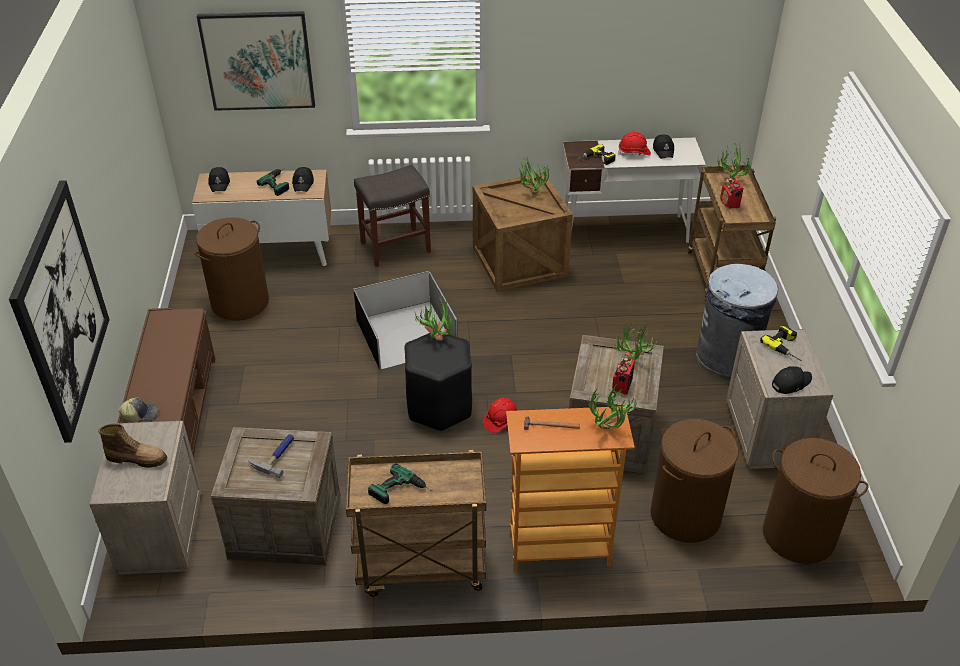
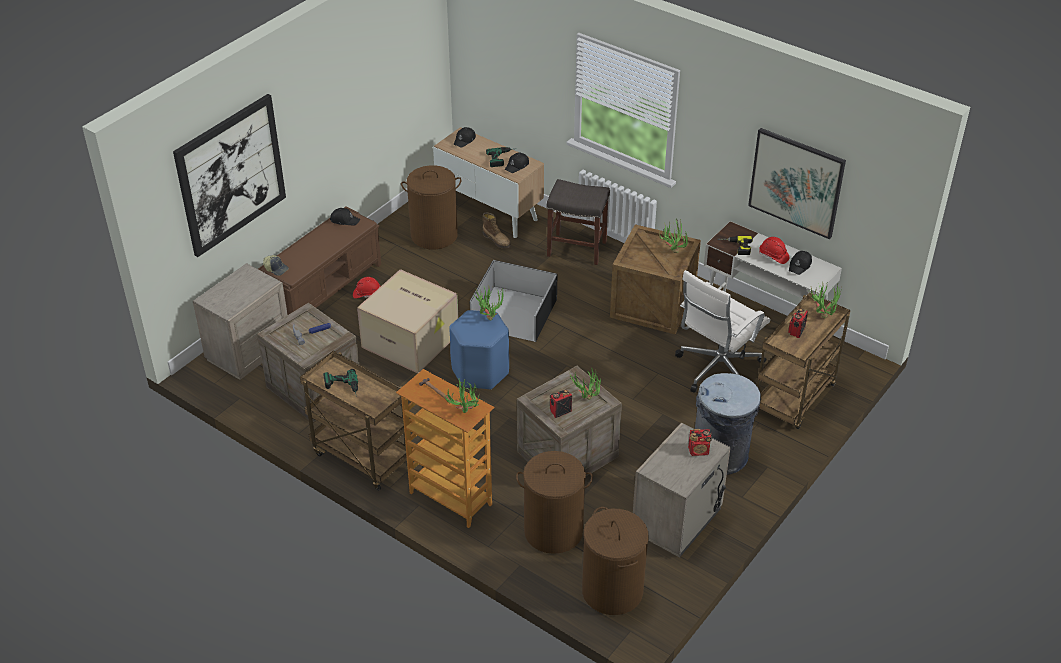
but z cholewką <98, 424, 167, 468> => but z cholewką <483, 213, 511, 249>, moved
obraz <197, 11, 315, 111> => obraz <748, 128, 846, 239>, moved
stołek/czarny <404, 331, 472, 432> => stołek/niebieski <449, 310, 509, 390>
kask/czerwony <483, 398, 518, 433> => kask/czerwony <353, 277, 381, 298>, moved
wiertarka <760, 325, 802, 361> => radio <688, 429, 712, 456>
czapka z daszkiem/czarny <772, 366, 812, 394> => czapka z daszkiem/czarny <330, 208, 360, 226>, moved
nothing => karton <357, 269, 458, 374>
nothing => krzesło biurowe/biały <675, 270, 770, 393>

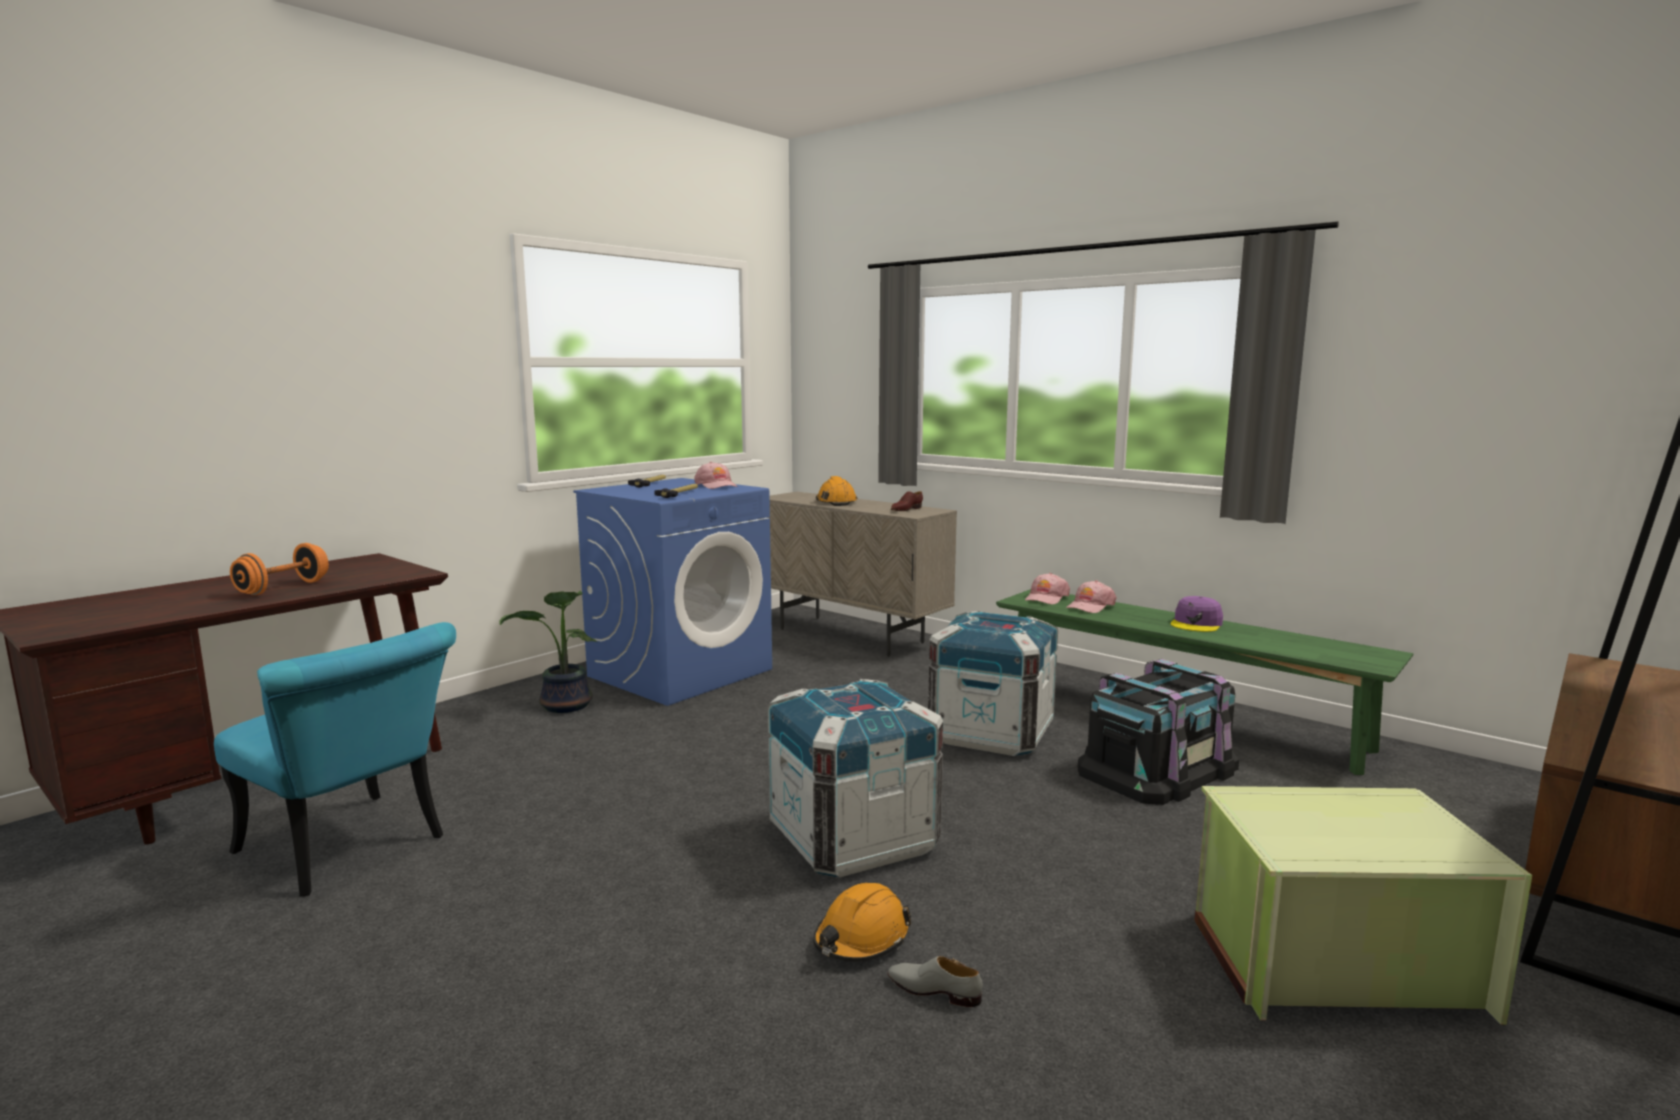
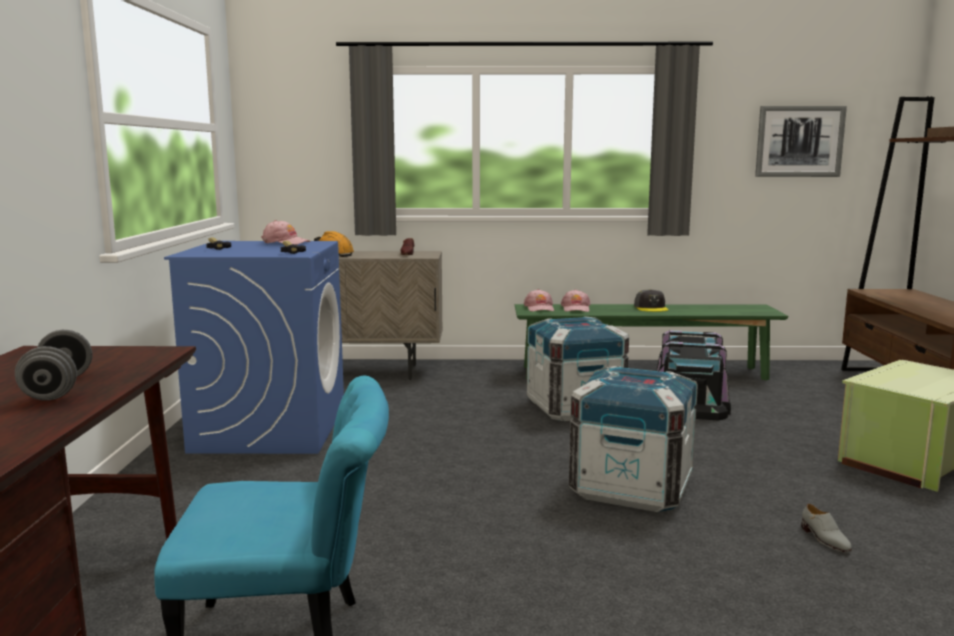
hantel/pomarańczowy <230, 543, 329, 595> => hantel/szary <15, 330, 92, 401>
roślina doniczkowa <499, 590, 597, 713> => nothing
kask/pomarańczowy <813, 883, 912, 962> => nothing
but/szary <888, 956, 983, 1007> => but/szary <801, 504, 852, 552>, 90 degrees counterclockwise
czapka z daszkiem/fioletowy <1171, 596, 1223, 632> => czapka z daszkiem/szary <634, 289, 669, 312>
nothing => obraz <755, 106, 847, 177>

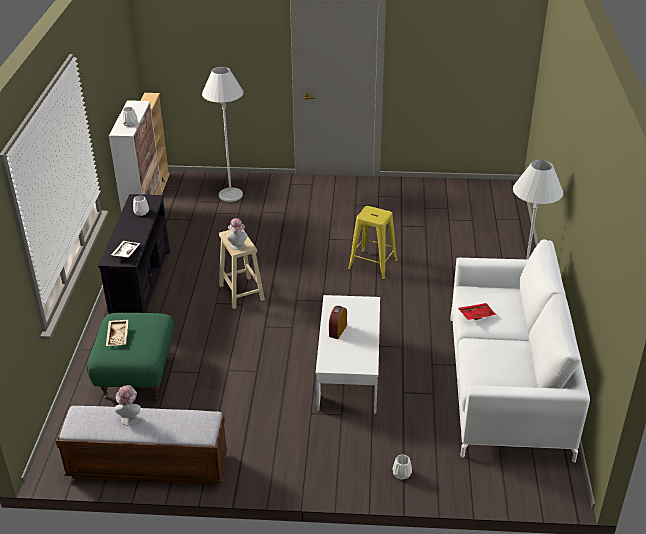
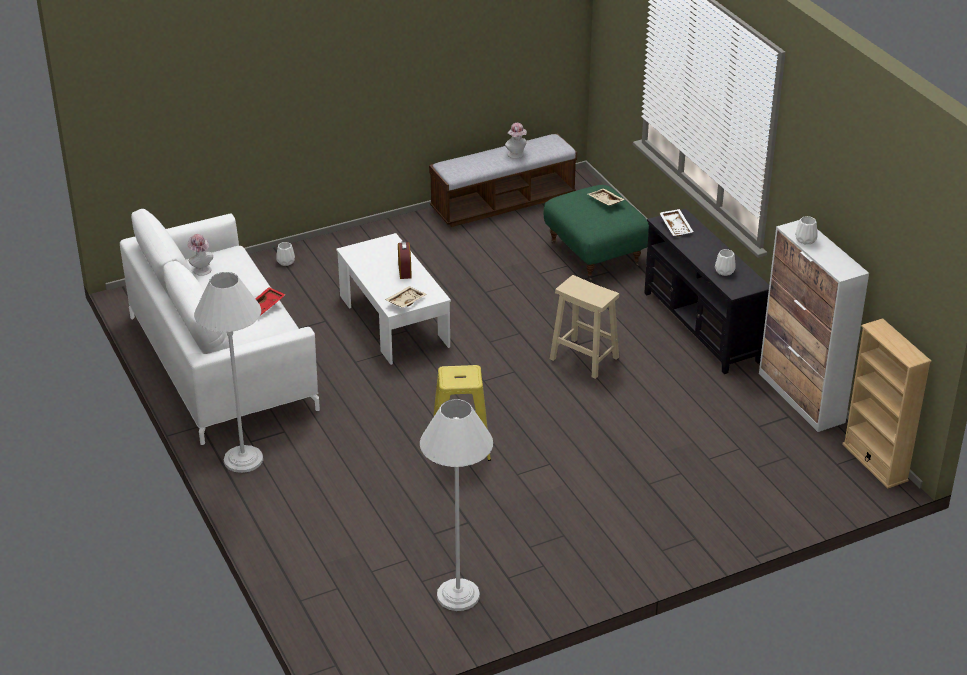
lampa stojąca/biały <202, 67, 243, 202> => lampa stojąca/biały <420, 399, 493, 611>, moved
kapelusz <227, 218, 247, 250> => kapelusz <187, 234, 213, 276>, moved
nothing => taca/beżowy <385, 286, 427, 308>

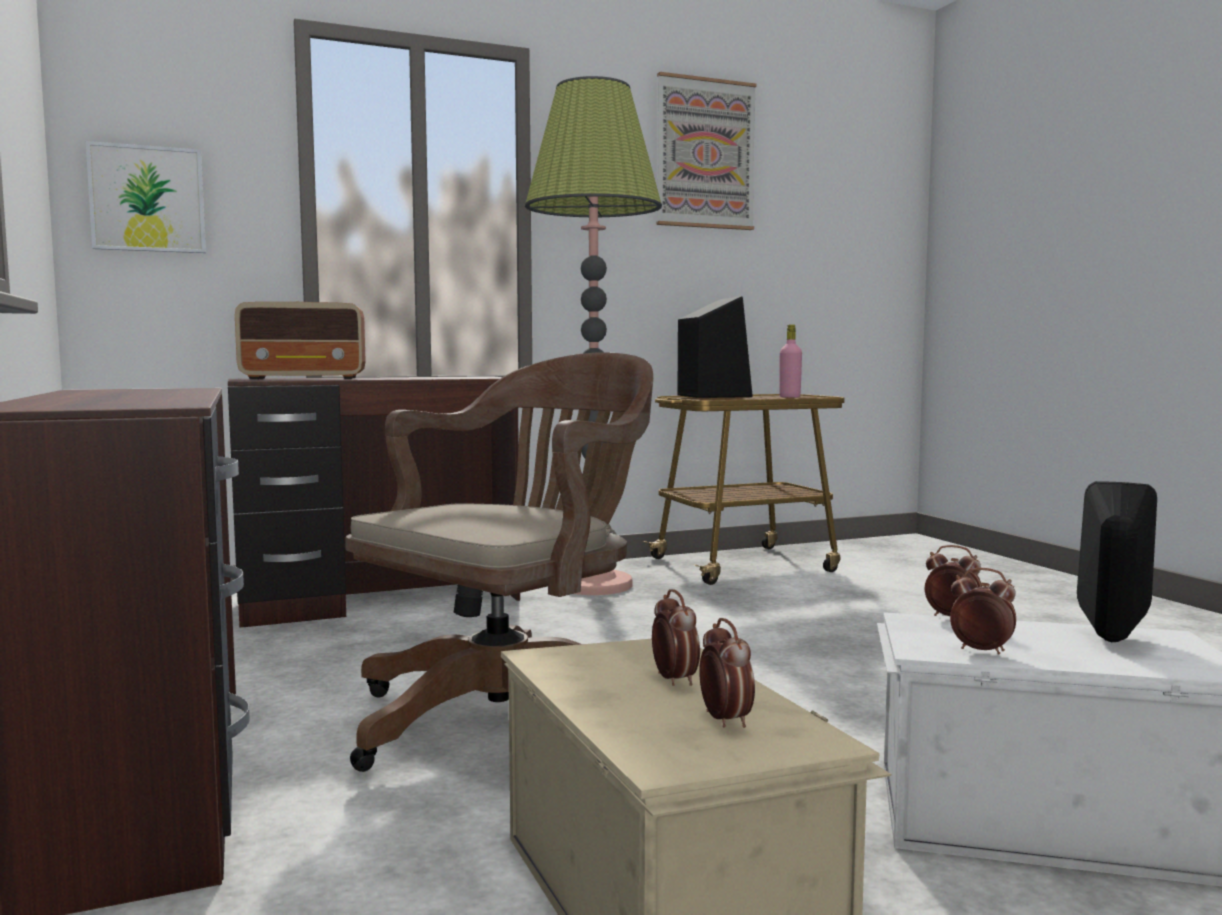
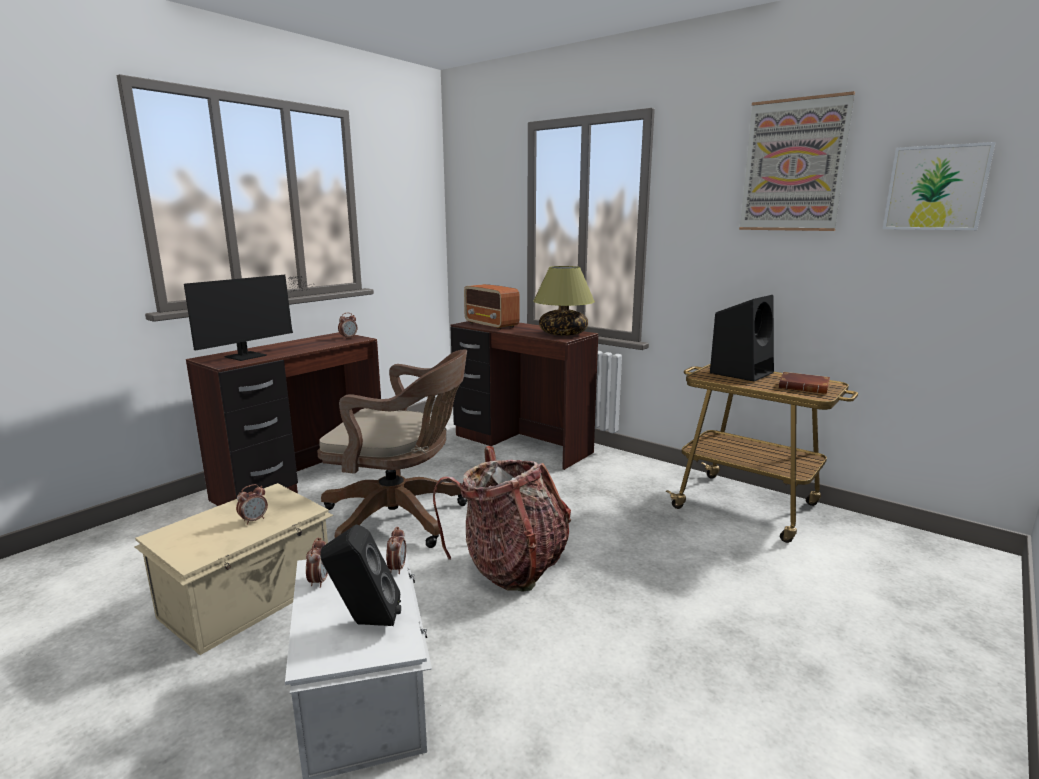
obraz <86, 141, 206, 253> => obraz <883, 142, 996, 230>, moved
lampa stojąca <525, 76, 662, 595> => nothing
budzik <699, 618, 755, 728> => budzik <338, 313, 357, 339>, moved
butelka/różowy <779, 325, 802, 398> => książka/brązowy <779, 372, 830, 394>
nothing => monitor <184, 275, 313, 361>
nothing => plecak <433, 446, 571, 592>
nothing => lampa stołowa <533, 266, 595, 336>

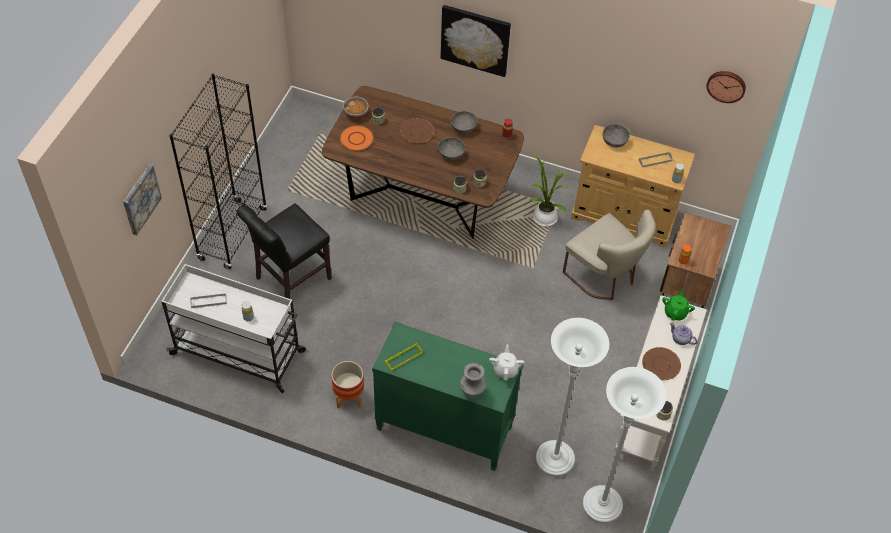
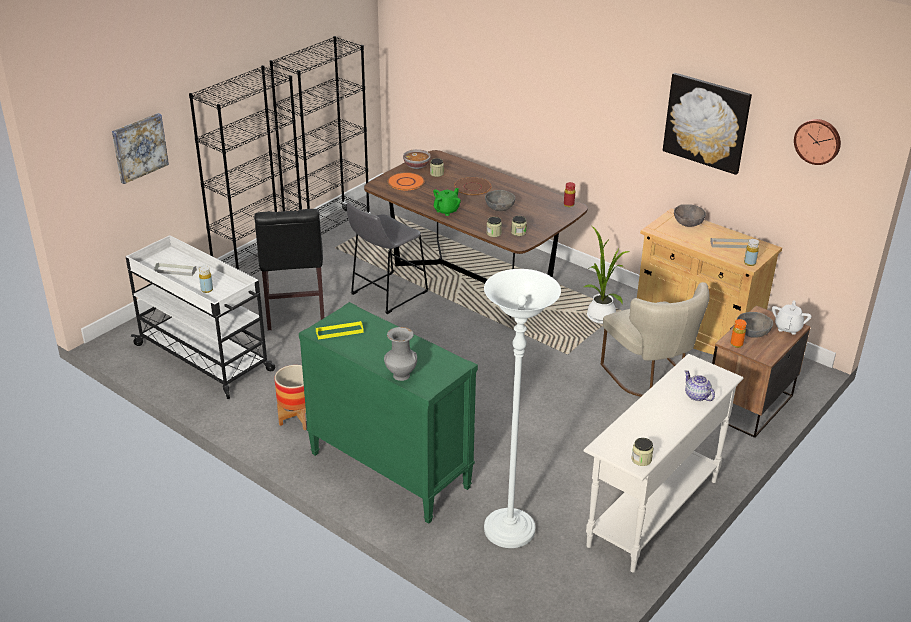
krzesło/czarny <237, 203, 332, 299> => krzesło/czarny <254, 209, 324, 330>, 75 degrees counterclockwise
obraz <441, 5, 511, 77> => obraz <663, 73, 752, 175>, moved
miska/szary <450, 111, 477, 134> => miska/szary <737, 312, 773, 338>, moved
imbryk/biały <489, 344, 525, 380> => imbryk/biały <772, 300, 812, 335>, moved
lampa stojąca/biały <583, 367, 666, 524> => nothing
talerz/brązowy <642, 347, 681, 380> => nothing
imbryk/zielony <662, 289, 695, 321> => imbryk/zielony <433, 188, 461, 216>, moved
nothing => regał/czarny <270, 36, 371, 235>
nothing => stołek/szary <347, 203, 429, 314>

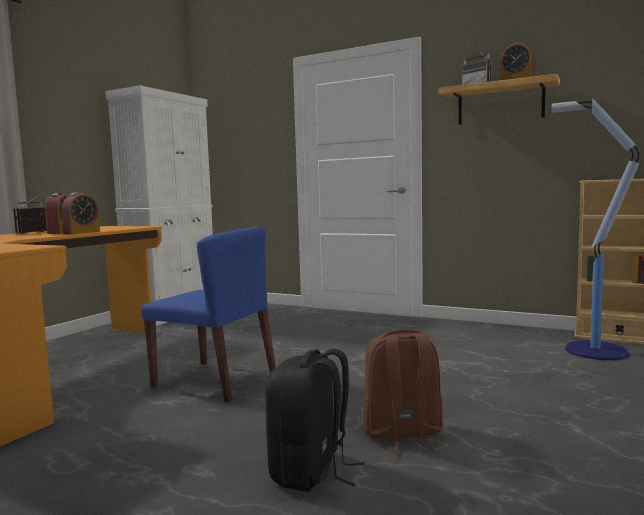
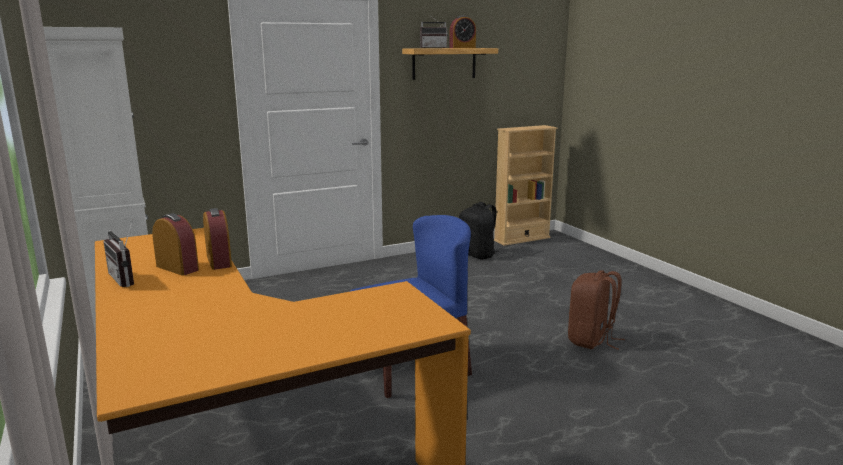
plecak/czarny <265, 349, 364, 492> => plecak/czarny <459, 202, 497, 259>, moved
lampa stojąca <551, 98, 640, 360> => nothing

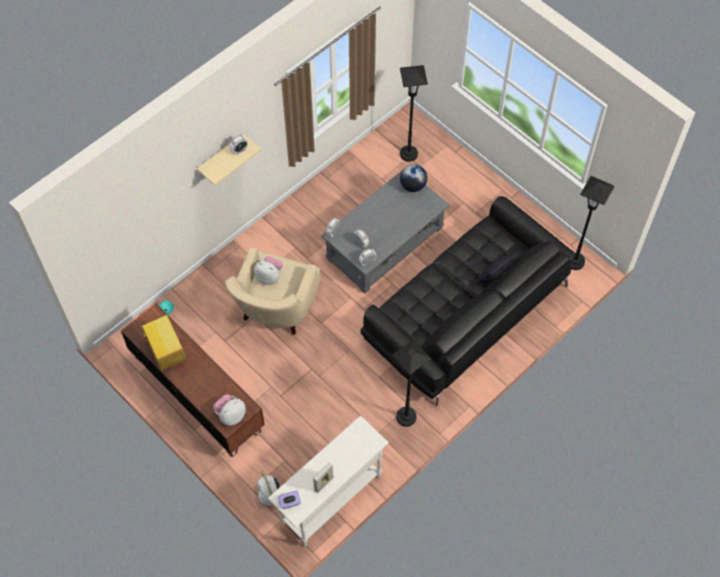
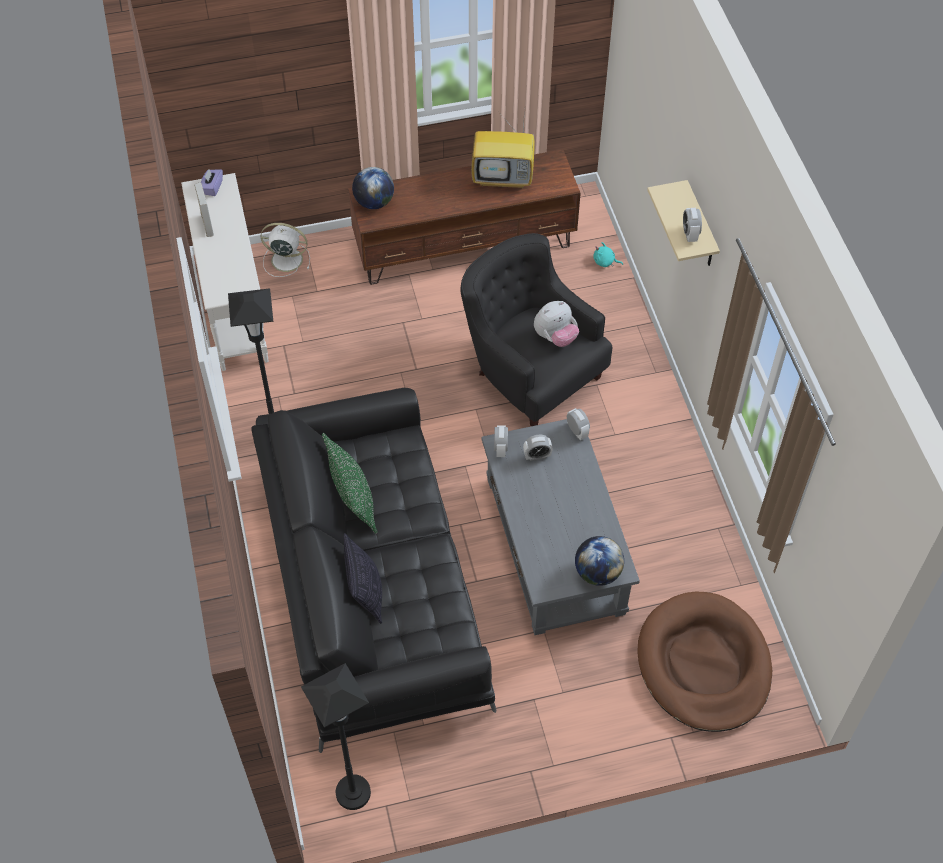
pluszak <213, 394, 246, 426> => globus <352, 167, 394, 209>
fotel/beżowy <225, 247, 321, 335> => fotel/czarny <460, 233, 612, 426>
lampa stojąca/czarny <400, 65, 428, 162> => legowisko/brązowy <637, 592, 772, 732>
nothing => poduszka/zielony <322, 433, 378, 534>

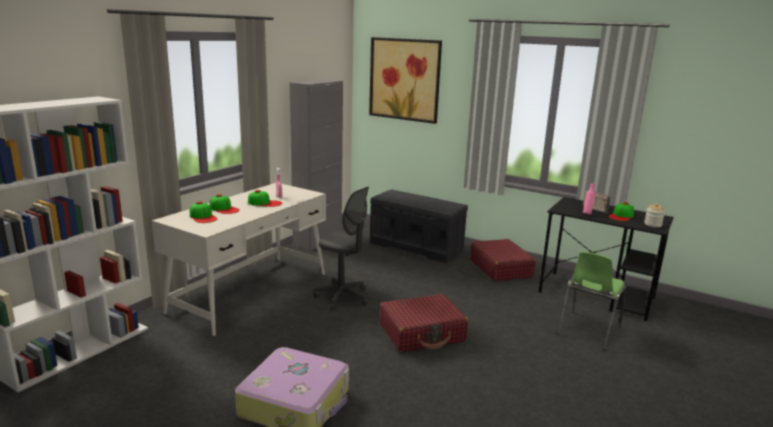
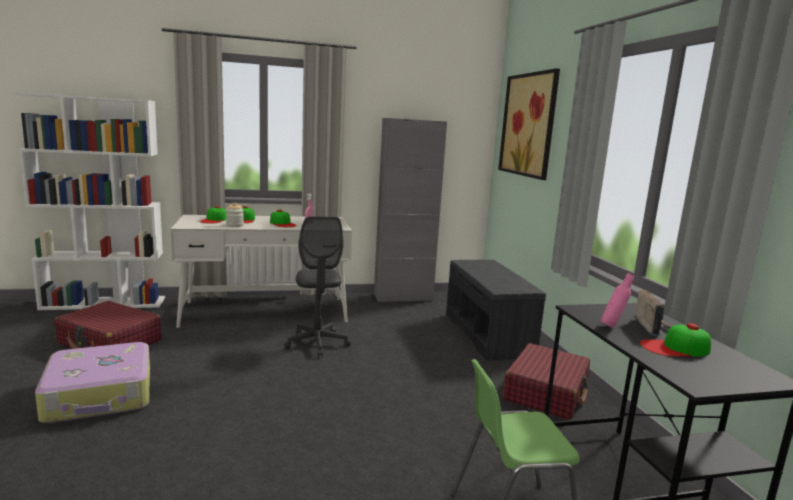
walizka/czerwony <380, 294, 468, 352> => walizka/czerwony <54, 301, 161, 349>, moved
słoik <644, 203, 665, 227> => słoik <226, 203, 244, 227>, moved

